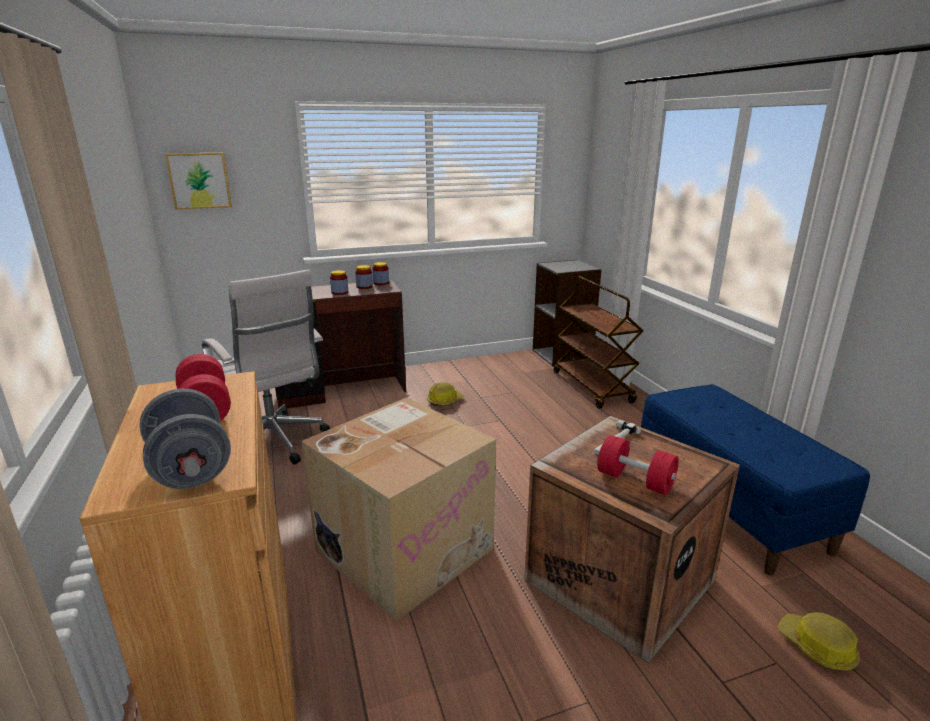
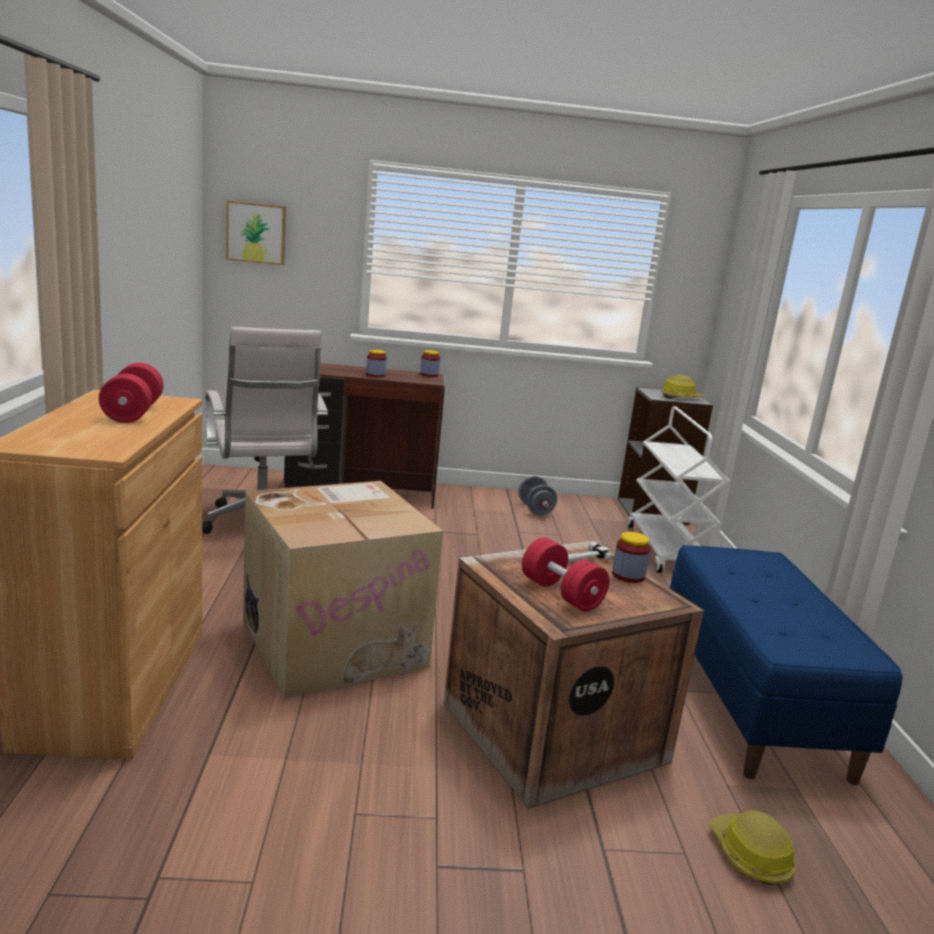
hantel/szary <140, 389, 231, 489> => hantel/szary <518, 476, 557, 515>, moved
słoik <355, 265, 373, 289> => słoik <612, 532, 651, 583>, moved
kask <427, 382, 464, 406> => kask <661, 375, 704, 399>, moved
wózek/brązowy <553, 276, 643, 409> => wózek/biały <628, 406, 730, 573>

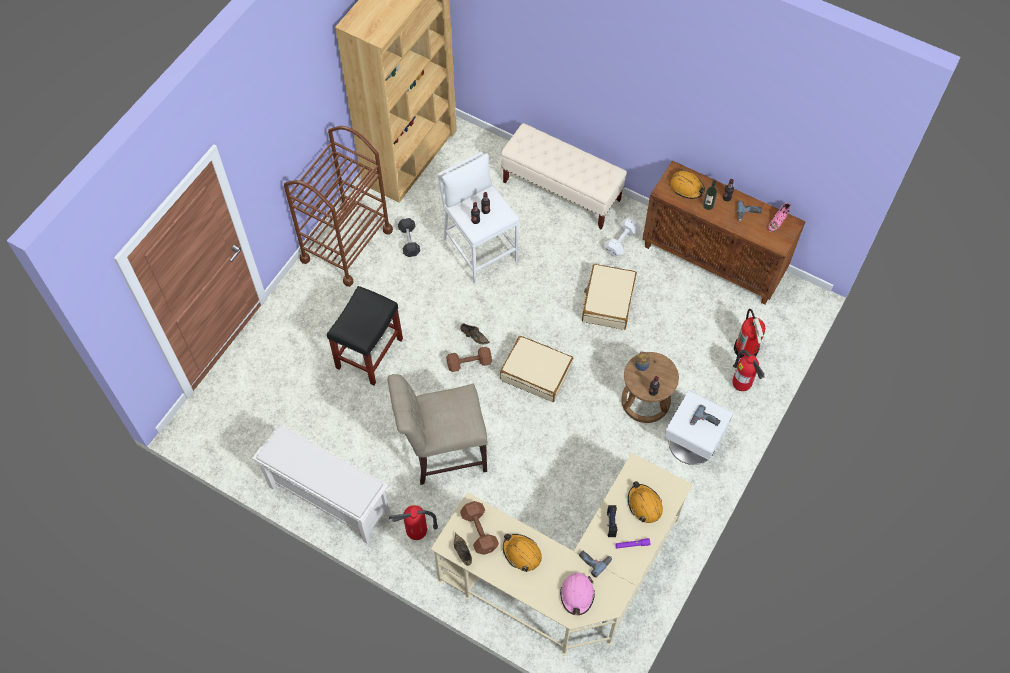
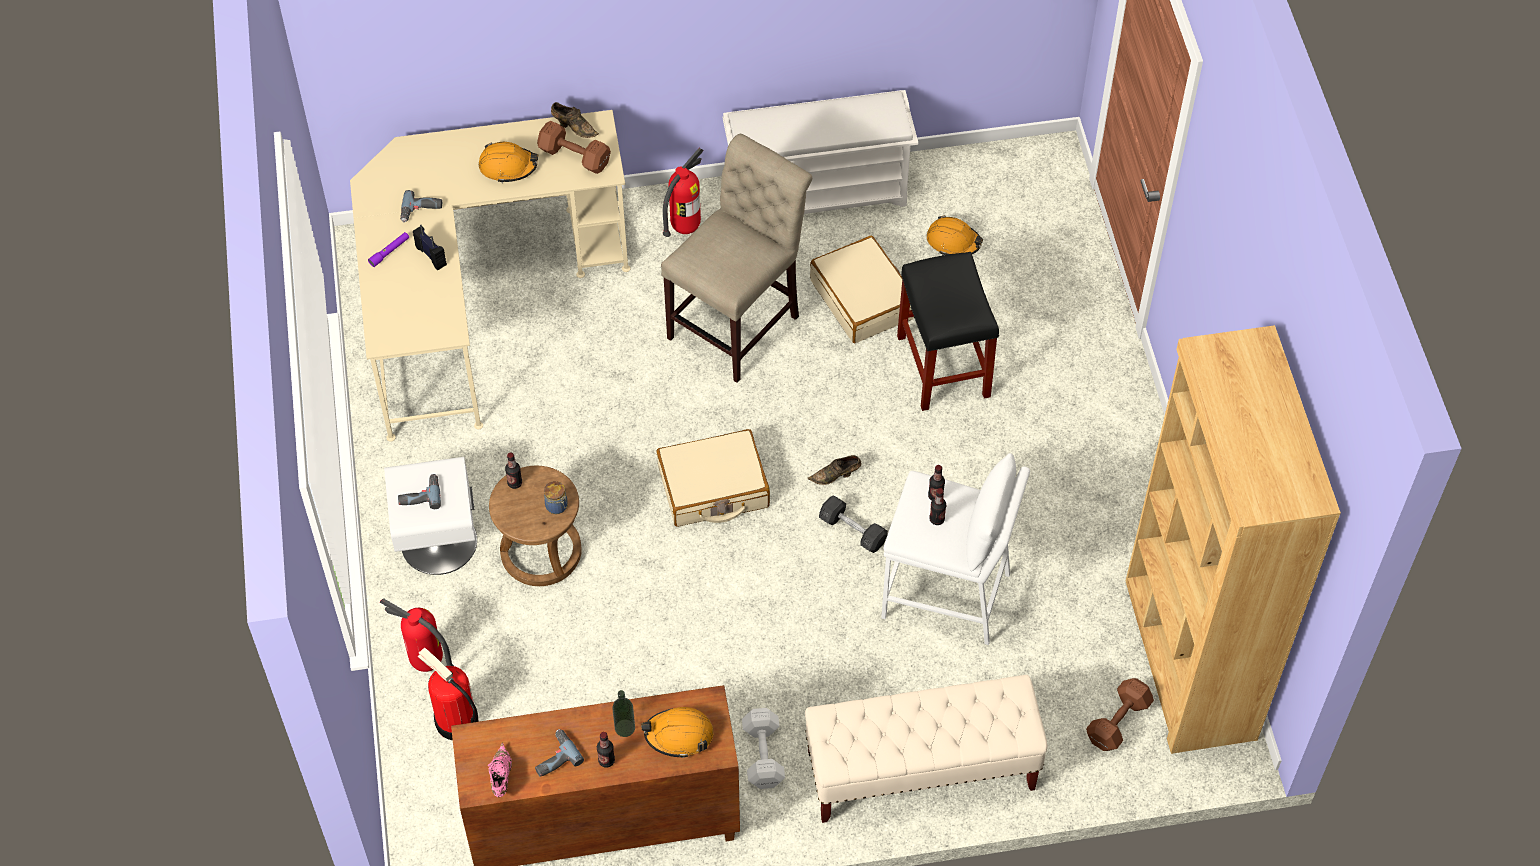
wózek/brązowy <284, 126, 393, 287> => nothing
hantel/szary <398, 218, 420, 257> => hantel/szary <819, 496, 888, 553>, moved
hantel/brązowy <446, 347, 492, 372> => hantel/brązowy <1086, 678, 1154, 751>, moved
kask/różowy <560, 573, 595, 615> => nothing
walizka/beżowy <582, 264, 637, 330> => walizka/beżowy <810, 236, 915, 343>, moved
kask/pomarańczowy <628, 481, 663, 523> => kask/pomarańczowy <927, 215, 984, 255>, moved

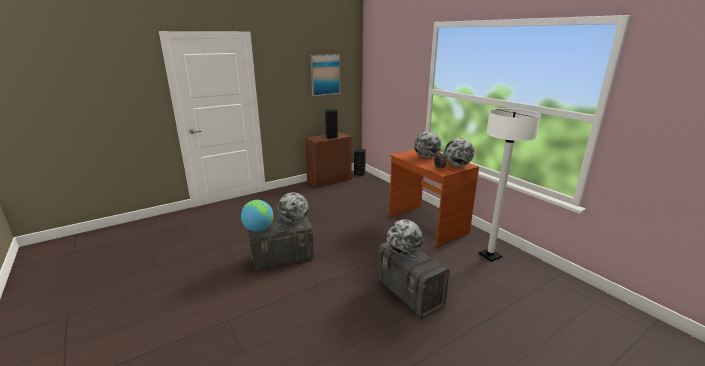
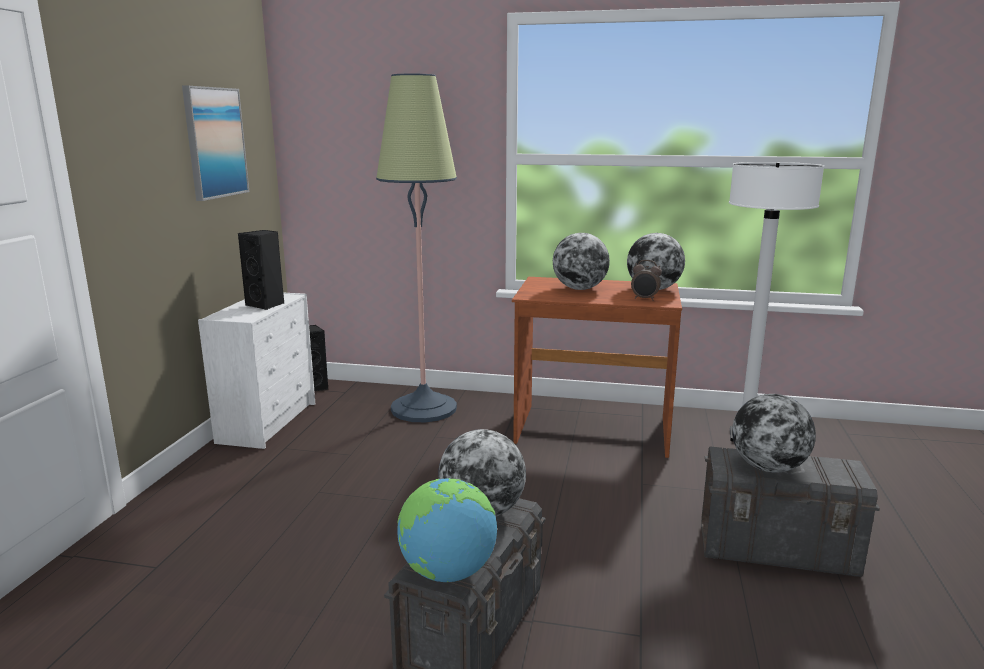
komoda/brązowy <305, 132, 352, 188> => komoda/biały <198, 292, 315, 449>
nothing => lampa stojąca <376, 74, 457, 422>

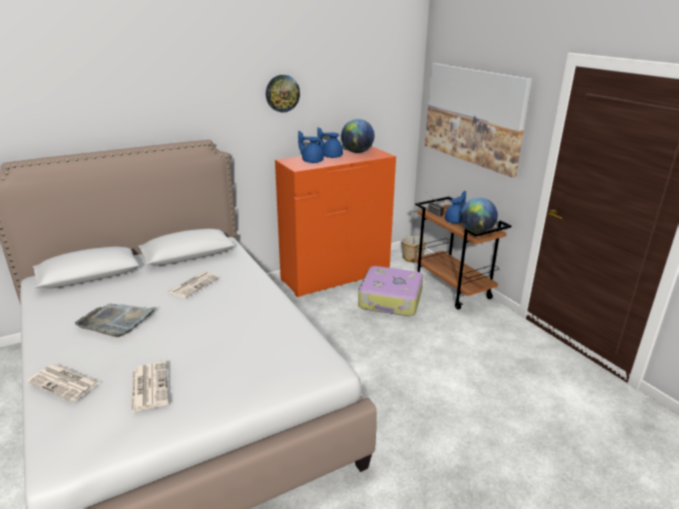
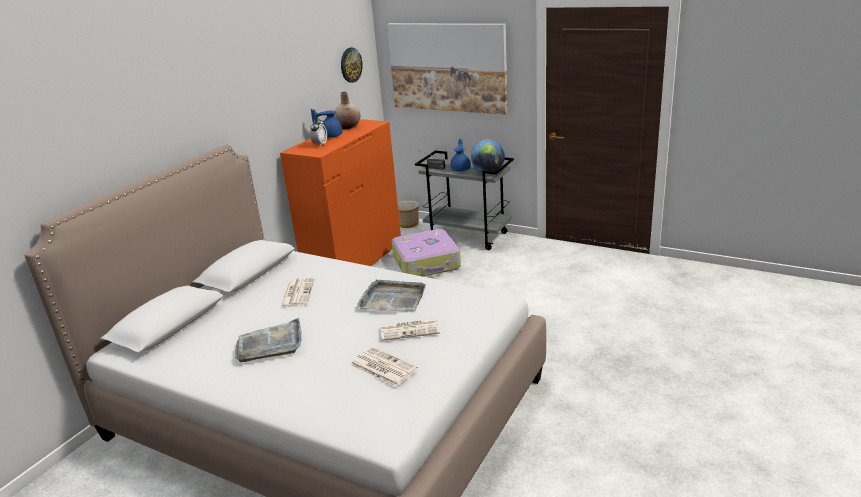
gazeta <27, 364, 101, 402> => gazeta <380, 318, 440, 341>, moved
zegar ścienny <266, 75, 300, 113> => zegar ścienny <341, 48, 363, 83>, moved
imbryk/niebieski <298, 131, 324, 163> => budzik <310, 118, 327, 147>
globus <341, 119, 374, 153> => wazon/beżowy <334, 92, 361, 129>
wózek/brązowy <414, 196, 512, 310> => wózek/szary <415, 150, 514, 250>
nothing => taca/szary <357, 279, 426, 312>

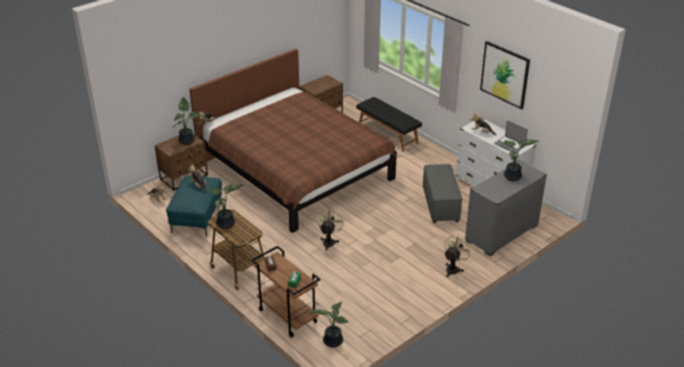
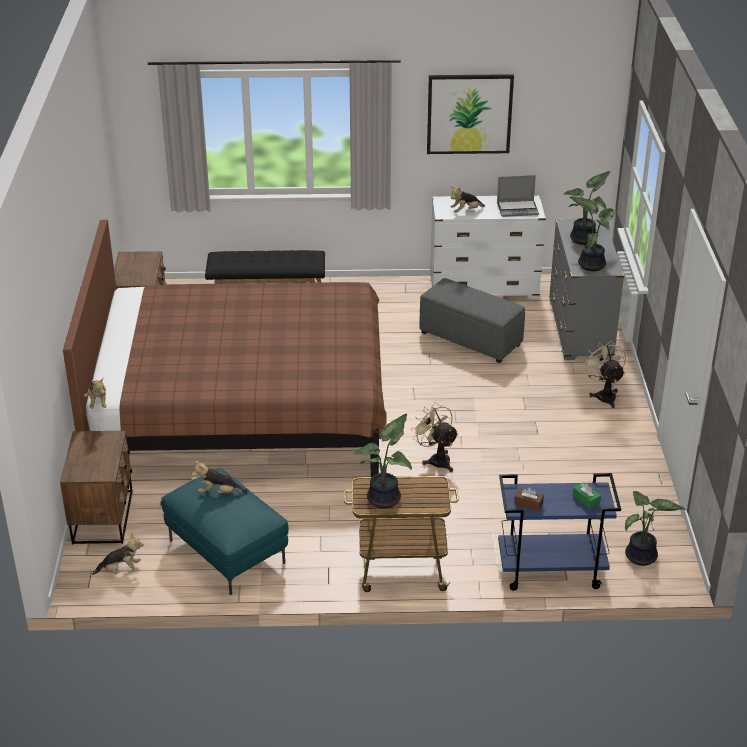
roślina doniczkowa <172, 97, 202, 145> => roślina doniczkowa <569, 196, 616, 271>, moved
wózek/brązowy <251, 246, 320, 338> => wózek/niebieski <498, 473, 621, 591>

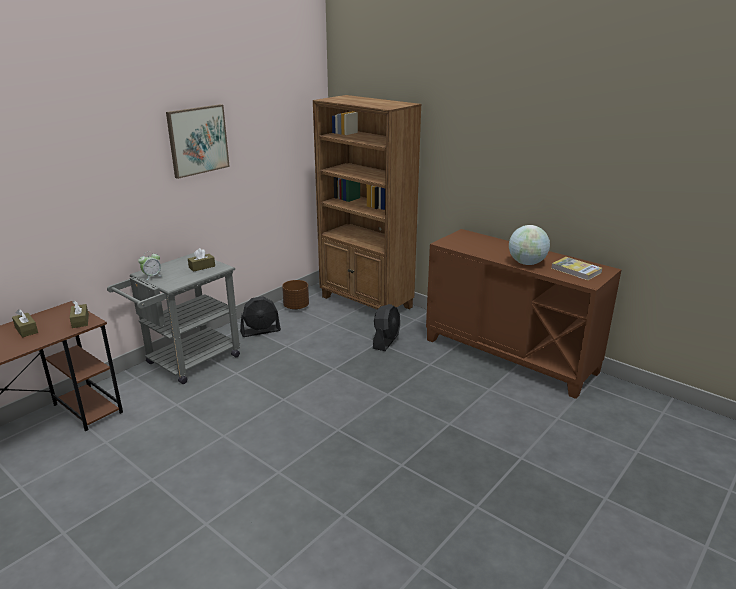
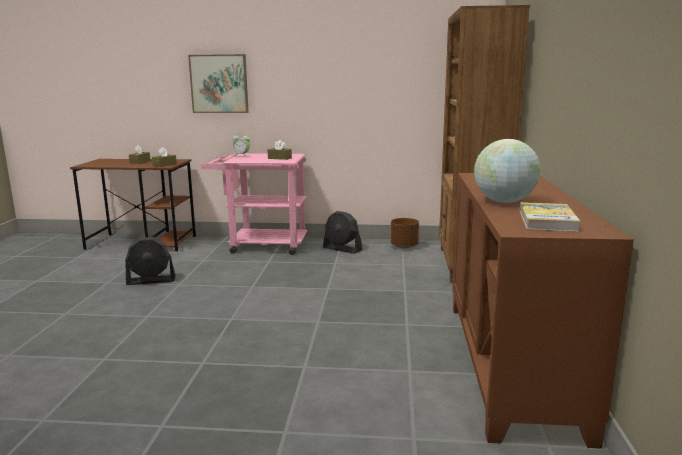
wózek/szary <107, 253, 240, 384> => wózek/różowy <200, 153, 307, 255>
obraz <166, 104, 230, 179> => obraz <188, 54, 249, 113>, moved
wentylator/czarny <373, 304, 400, 351> => wentylator/czarny <125, 237, 176, 285>, moved

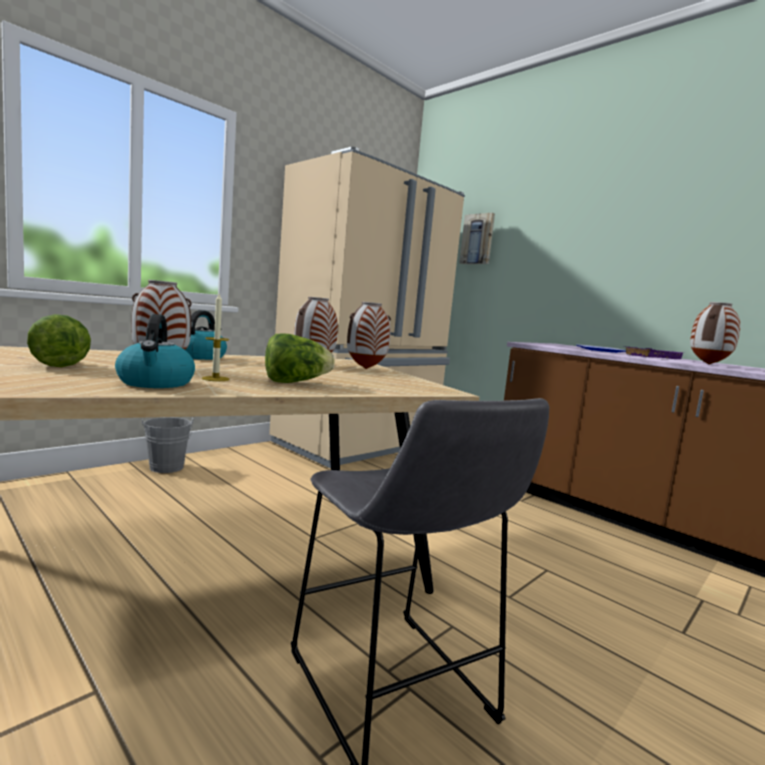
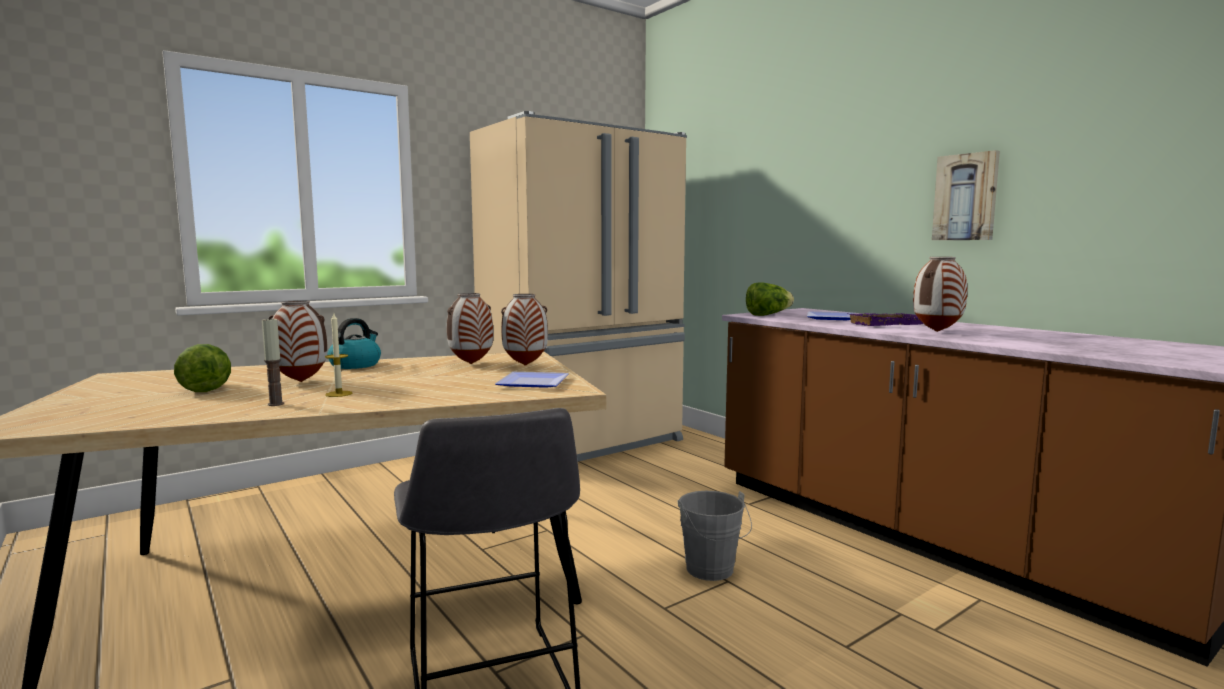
czajnik <115, 314, 195, 388> => świeca <262, 317, 284, 406>
wiadro/szary <142, 417, 194, 473> => wiadro/szary <678, 491, 752, 581>, moved
sałata <265, 334, 335, 383> => sałata <746, 282, 794, 316>, moved
obraz <459, 212, 495, 264> => obraz <932, 150, 1000, 240>, moved
nothing => talerz <495, 372, 569, 388>

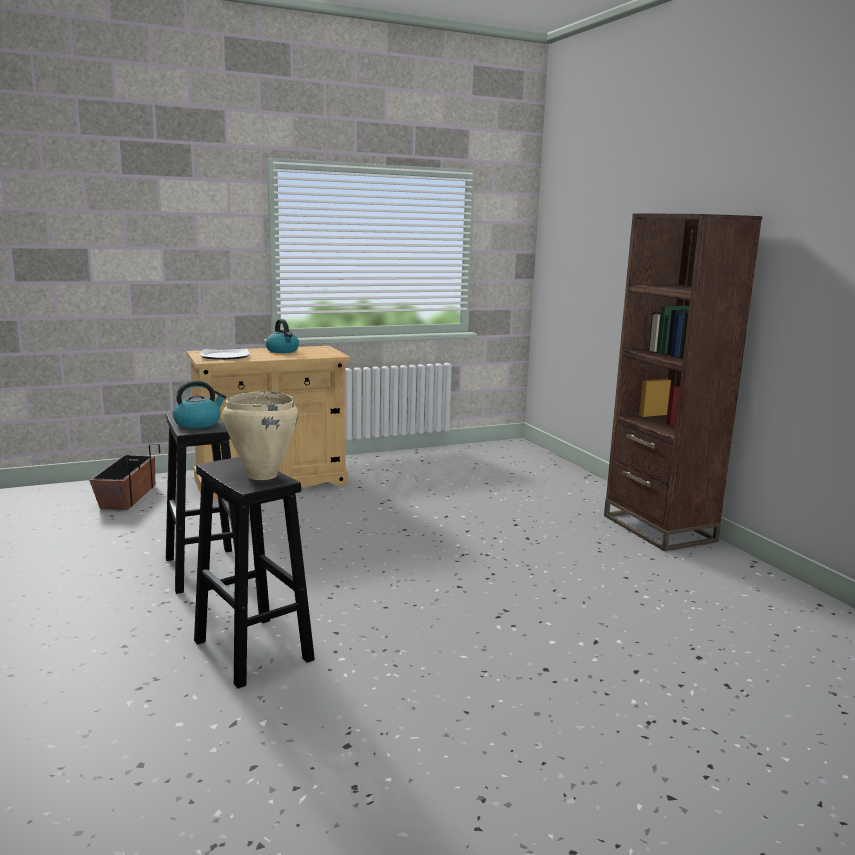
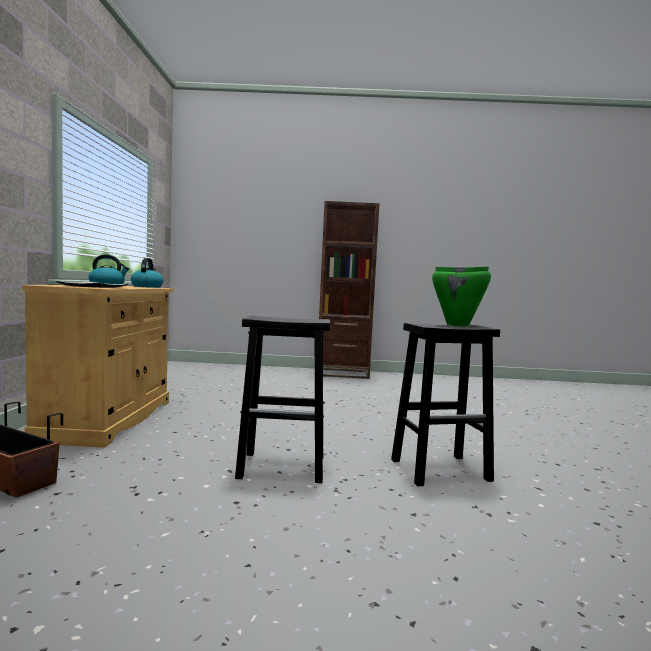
czajnik <173, 380, 226, 428> => czajnik <131, 258, 163, 288>, moved
garnek/beżowy <222, 391, 298, 480> => garnek/zielony <432, 267, 491, 326>

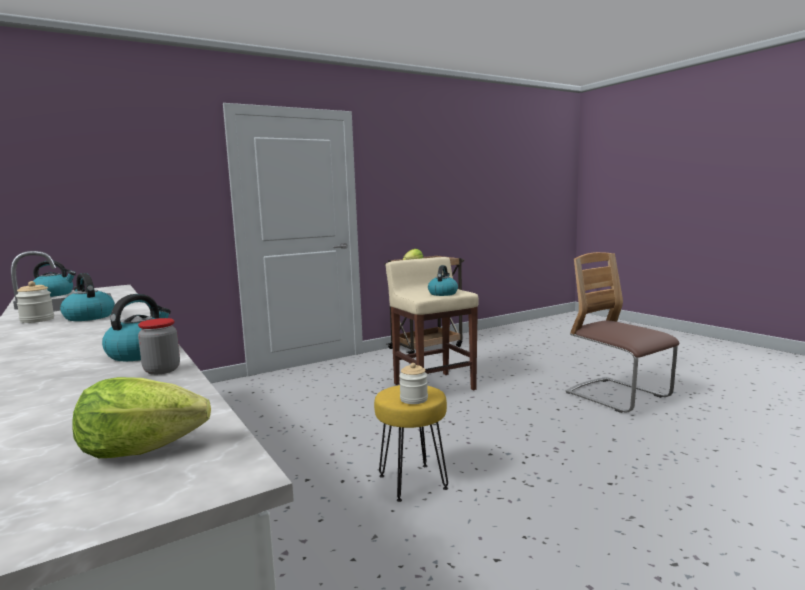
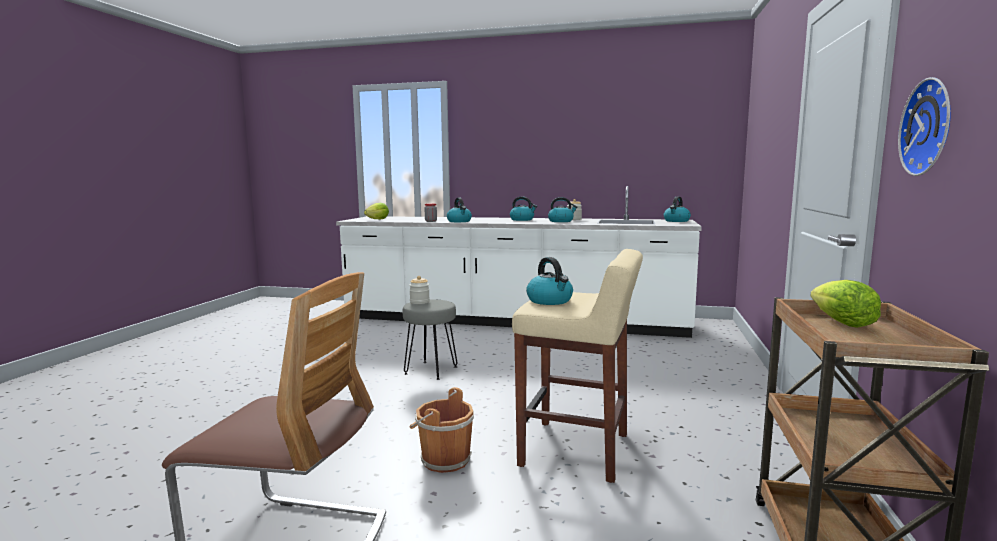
stołek/żółty <374, 385, 448, 502> => stołek/szary <403, 300, 457, 380>
nothing => wiadro/brązowy <409, 387, 474, 473>
nothing => czajnik <510, 196, 537, 221>
nothing => zegar ścienny <898, 77, 951, 176>

